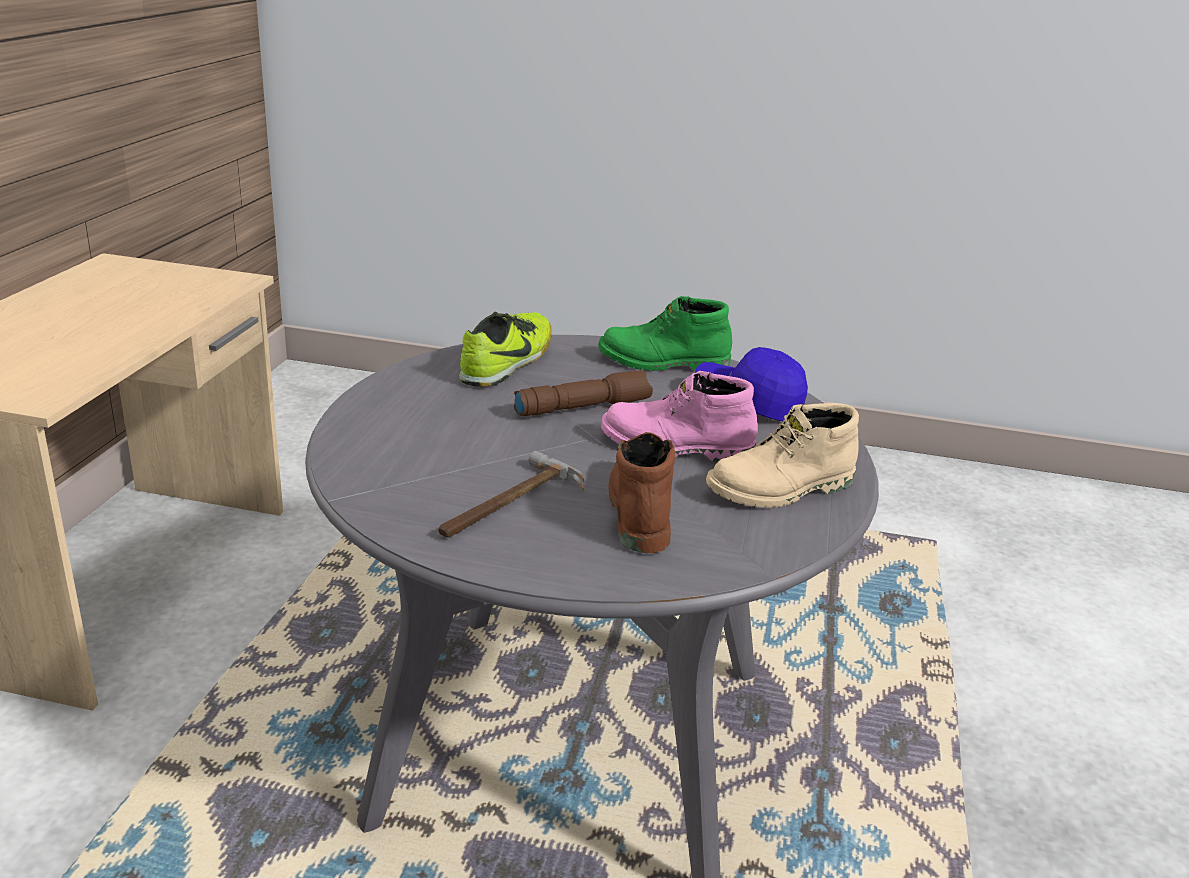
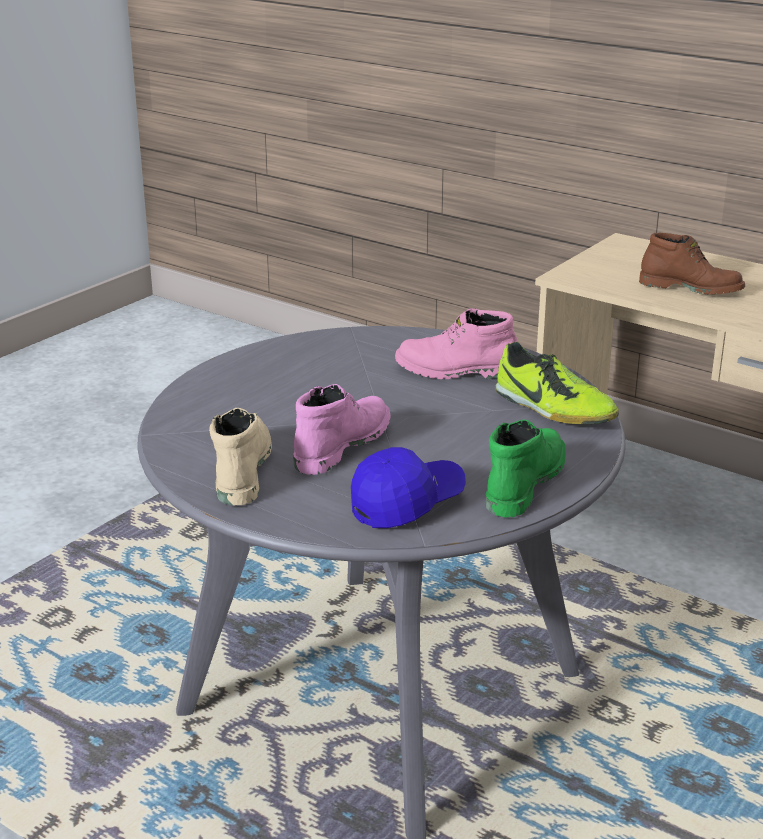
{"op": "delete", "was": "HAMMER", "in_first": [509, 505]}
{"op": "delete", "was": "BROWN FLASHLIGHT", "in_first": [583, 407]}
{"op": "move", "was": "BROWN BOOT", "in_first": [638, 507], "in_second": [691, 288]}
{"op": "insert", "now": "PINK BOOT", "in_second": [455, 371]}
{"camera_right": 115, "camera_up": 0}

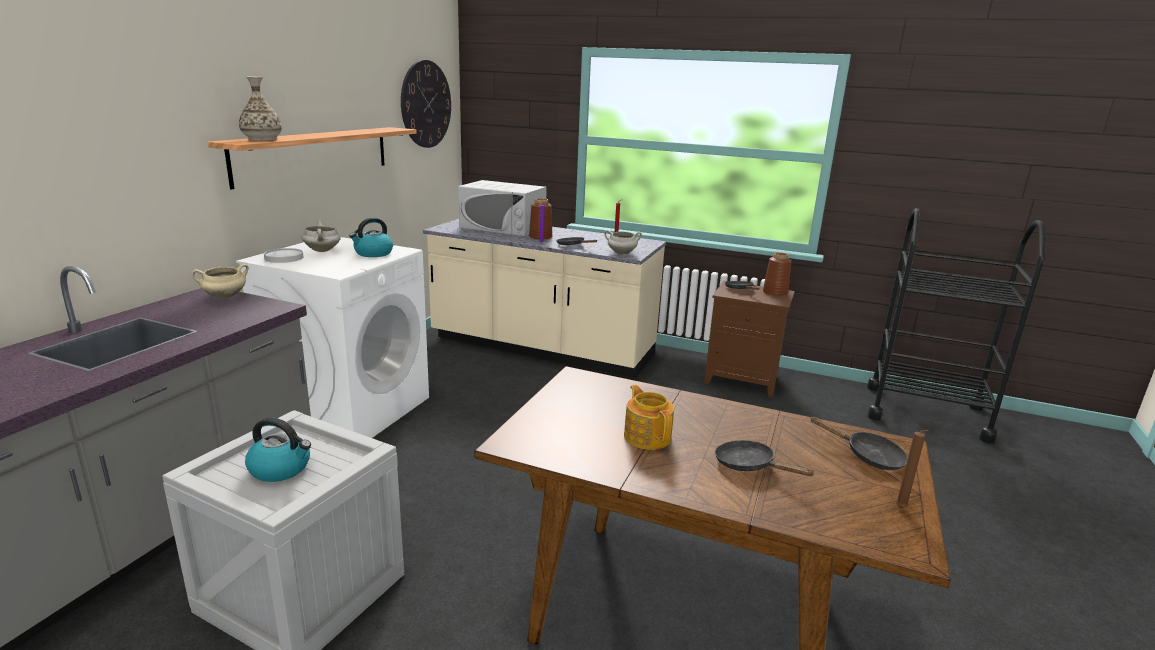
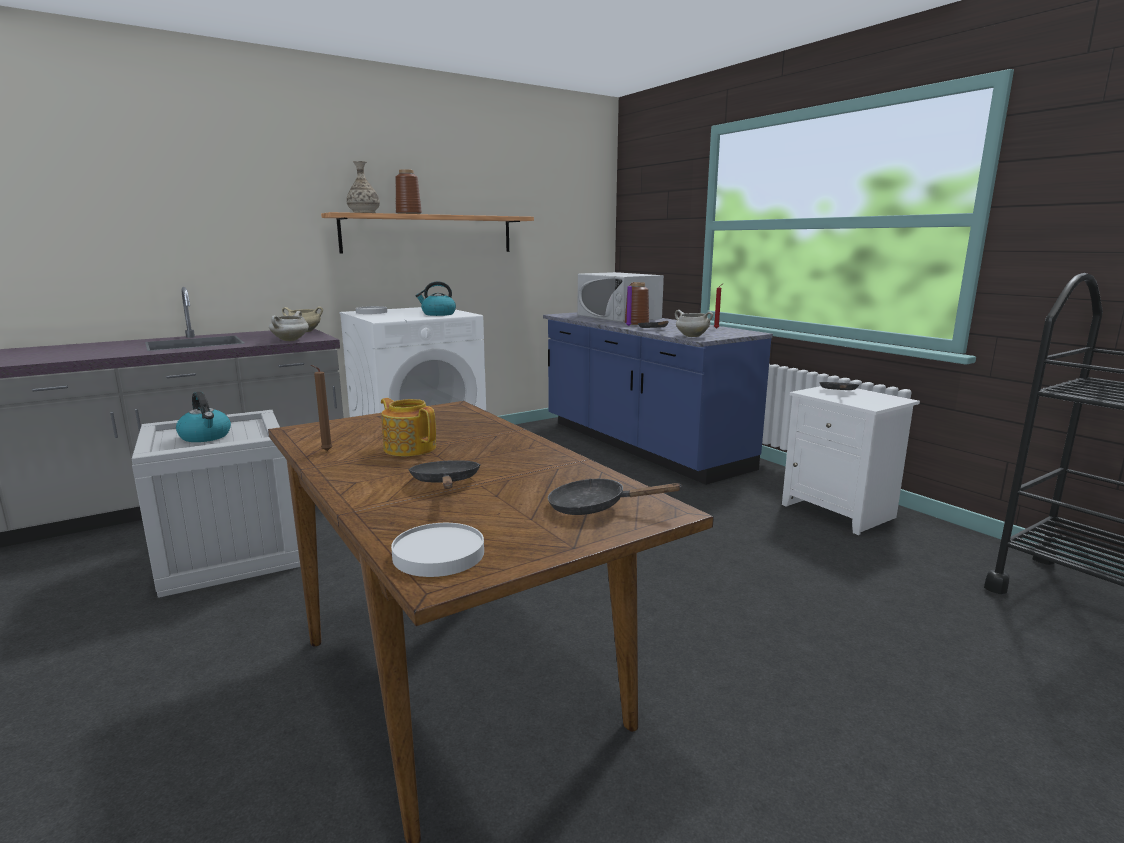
{"op": "move", "was": "WHITE COOKING POT", "in_first": [323, 251], "in_second": [290, 340]}
{"op": "delete", "was": "WALL CLOCK", "in_first": [426, 104]}
{"op": "recolor", "was": "BEIGE COUNTER", "now": "BLUE COUNTER", "in_first": [541, 347], "in_second": [640, 445]}
{"op": "rotate", "was": "TEAPOT", "in_first": [647, 436], "in_second": [410, 448], "clockwise": -60}
{"op": "recolor", "was": "BROWN NIGHTSTAND", "now": "WHITE NIGHTSTAND", "in_first": [743, 379], "in_second": [841, 511]}
{"op": "move", "was": "BROWN VASE", "in_first": [775, 293], "in_second": [409, 214]}
{"op": "rotate", "was": "BLACK FRYING PAN", "in_first": [868, 456], "in_second": [595, 507], "clockwise": 120}
{"op": "move", "was": "BROWN CANDLE", "in_first": [901, 509], "in_second": [325, 451]}
{"op": "insert", "now": "WHITE PLATE", "in_second": [438, 554]}
{"camera_right": 35, "camera_up": -5}

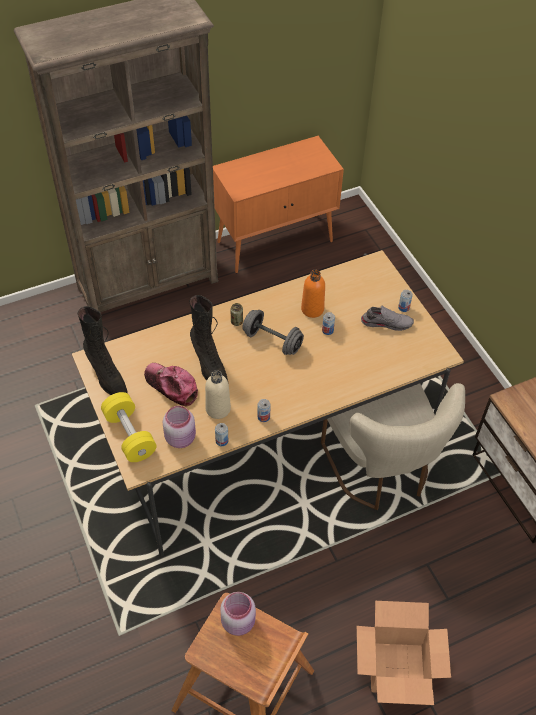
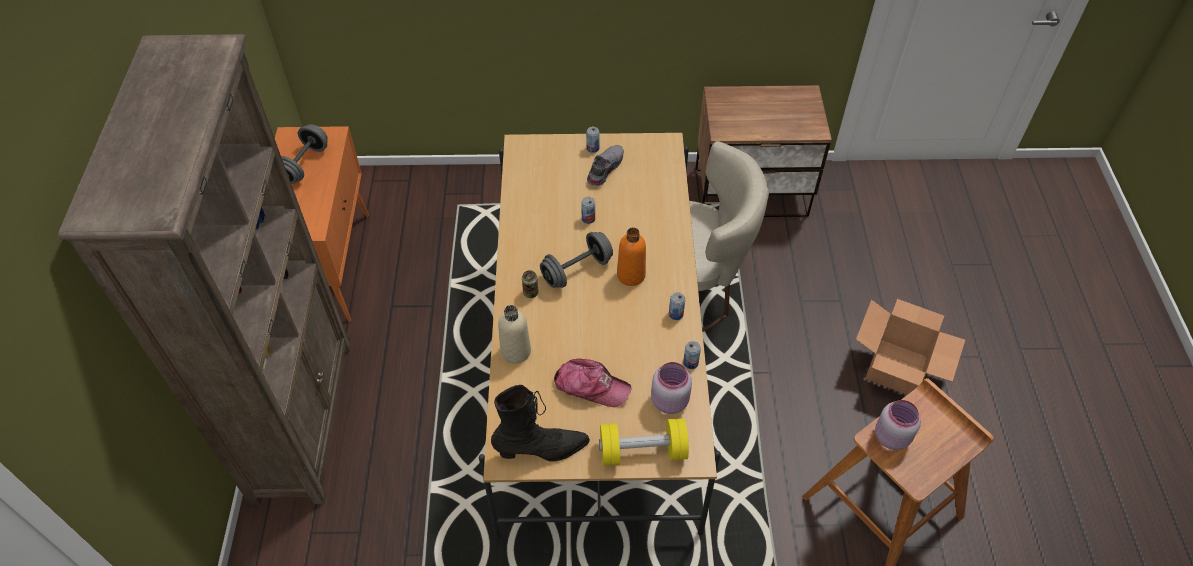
{"op": "rotate", "was": "CAP", "in_first": [171, 386], "in_second": [591, 386], "clockwise": -135}
{"op": "delete", "was": "BLACK BOOT", "in_first": [209, 366]}
{"op": "move", "was": "BEIGE BOTTLE", "in_first": [218, 409], "in_second": [515, 351]}
{"op": "move", "was": "ORANGE BOTTLE", "in_first": [312, 309], "in_second": [631, 275]}
{"op": "insert", "now": "GREY DUMBBELL", "in_second": [304, 164]}
{"camera_right": -65, "camera_up": 0}

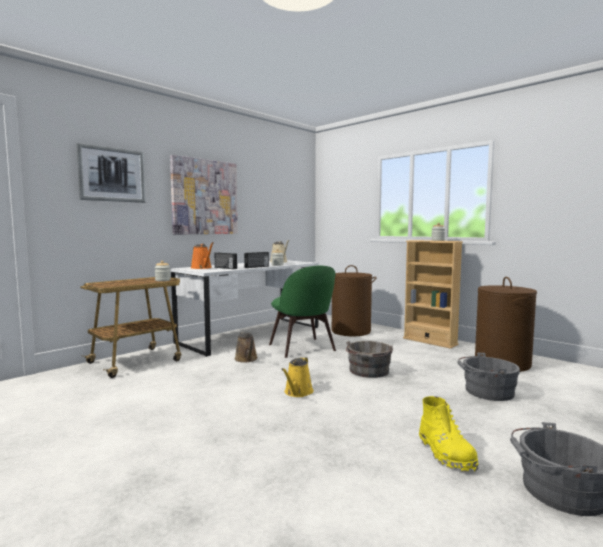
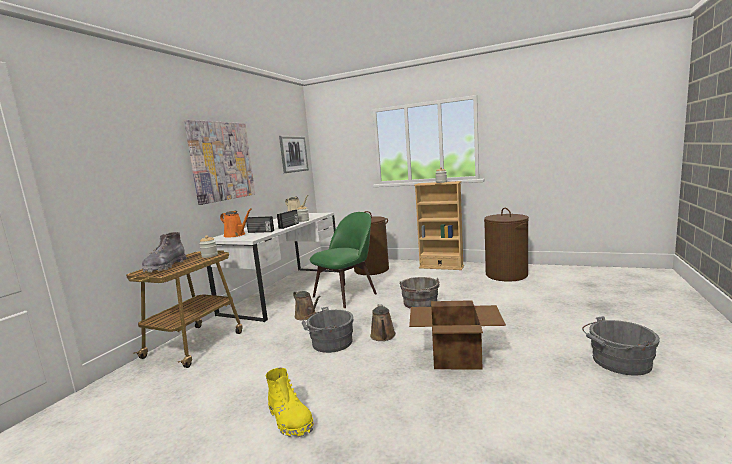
{"op": "move", "was": "PICTURE", "in_first": [112, 174], "in_second": [293, 154]}
{"op": "rotate", "was": "GREEN CHAIR", "in_first": [302, 348], "in_second": [346, 294], "clockwise": -90}
{"op": "recolor", "was": "YELLOW WATERING CAN", "now": "BROWN WATERING CAN", "in_first": [297, 392], "in_second": [383, 336]}
{"op": "move", "was": "YELLOW BOOT", "in_first": [446, 454], "in_second": [290, 419]}
{"op": "move", "was": "GREY BUCKET", "in_first": [486, 391], "in_second": [329, 343]}
{"op": "insert", "now": "GREY BOOT", "in_second": [165, 266]}
{"op": "insert", "now": "CARDBOARD BOX", "in_second": [456, 356]}
{"camera_right": -20, "camera_up": 5}

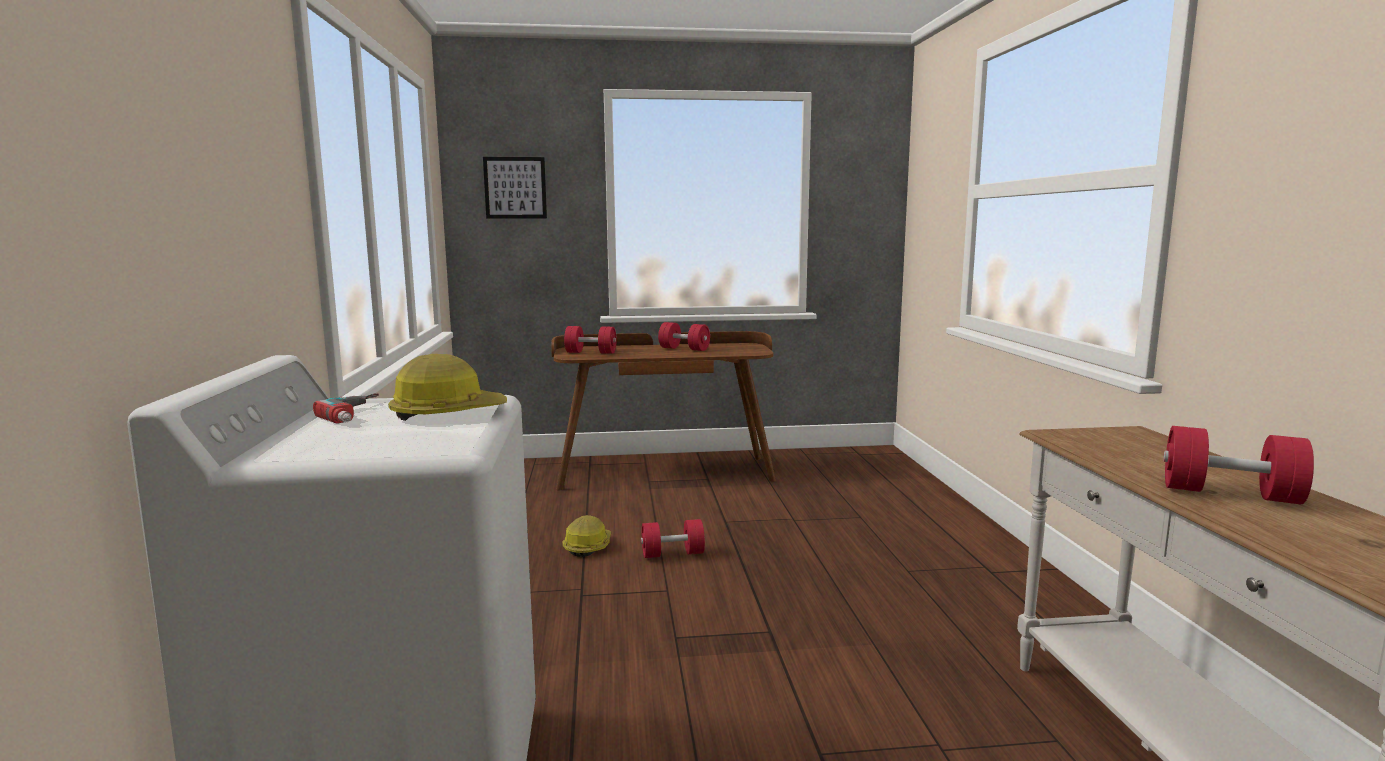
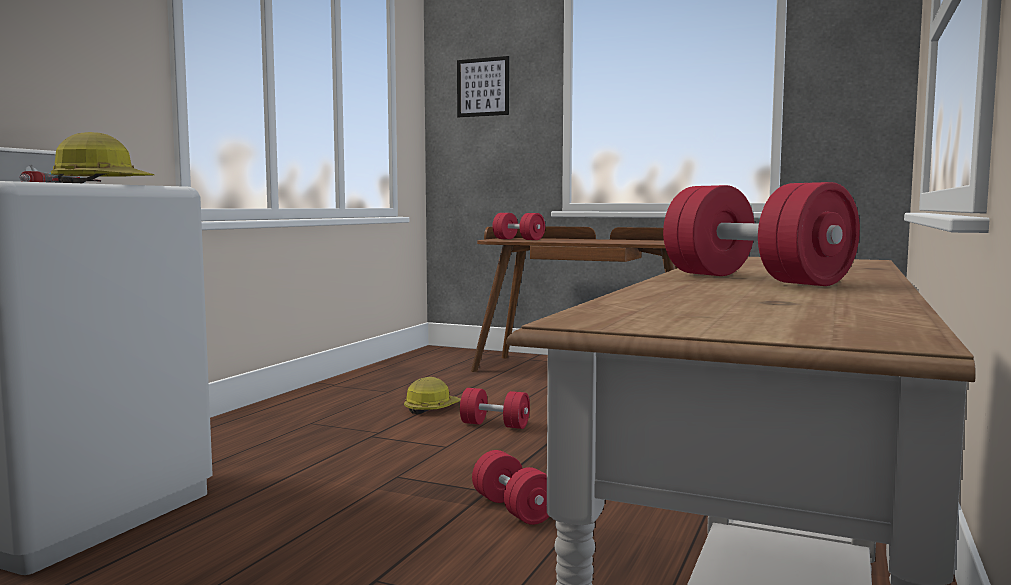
{"op": "move", "was": "RED DUMBBELL", "in_first": [684, 349], "in_second": [514, 509]}
{"camera_right": 30, "camera_up": -5}

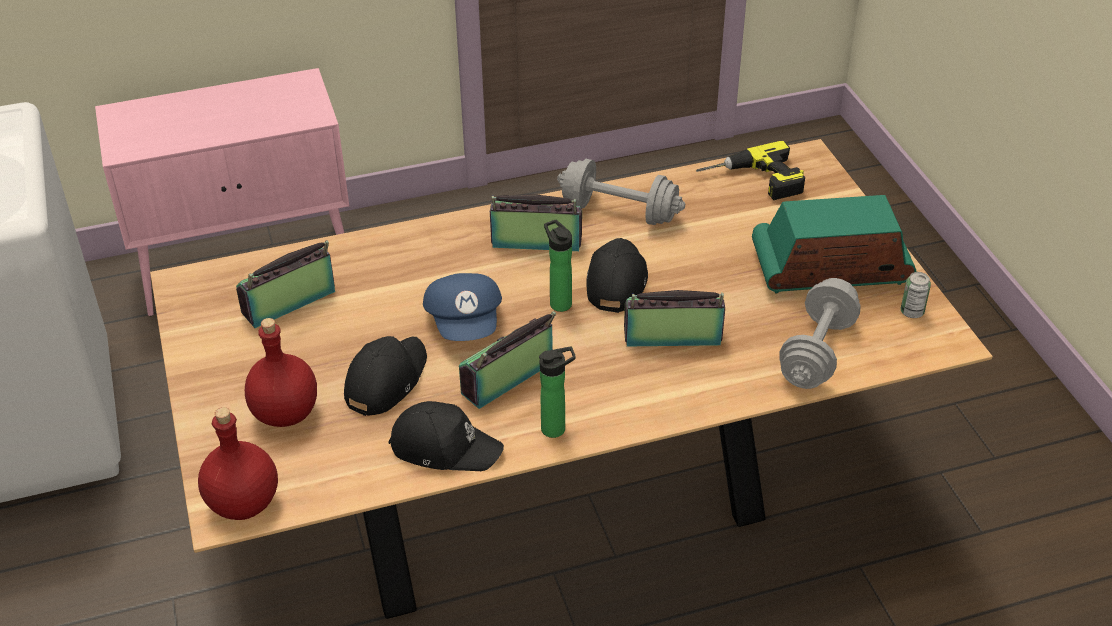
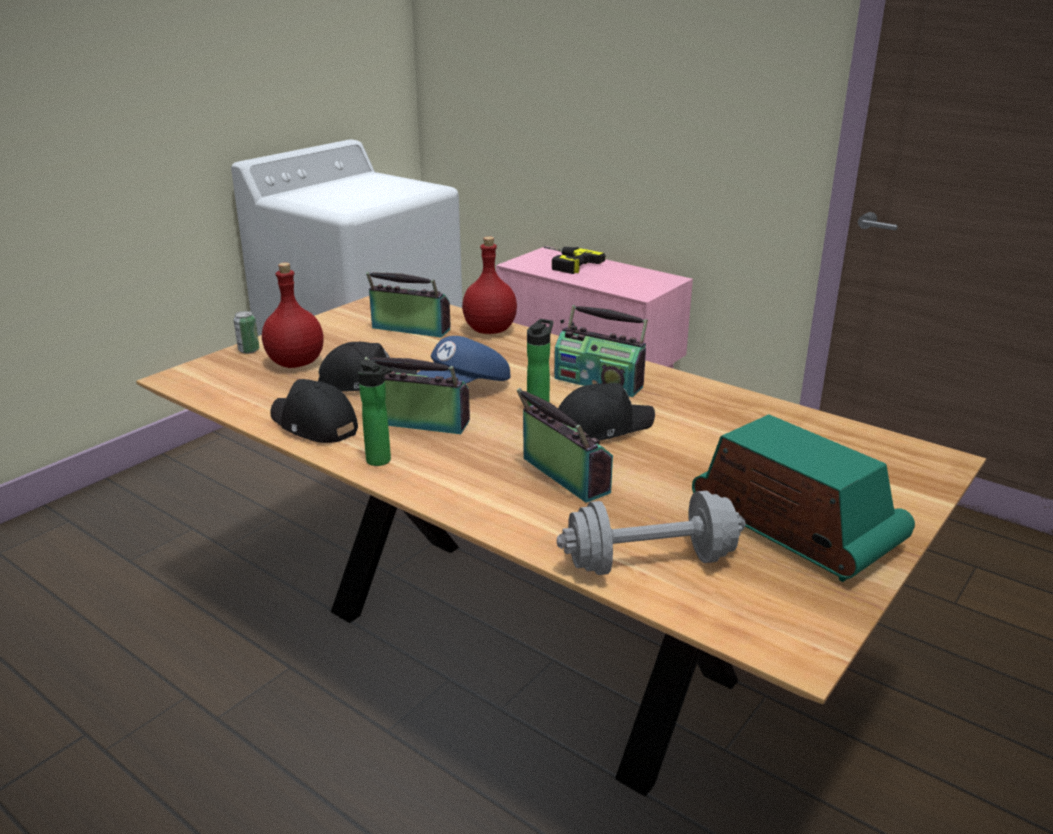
{"op": "move", "was": "RED BOTTLE", "in_first": [245, 503], "in_second": [491, 330]}
{"op": "rotate", "was": "BLACK CAP", "in_first": [444, 447], "in_second": [313, 425], "clockwise": 150}
{"op": "rotate", "was": "RADIO", "in_first": [536, 243], "in_second": [599, 382], "clockwise": 150}
{"op": "delete", "was": "GREY DUMBBELL", "in_first": [619, 211]}
{"op": "move", "was": "POWER DRILL", "in_first": [752, 182], "in_second": [563, 263]}
{"op": "move", "was": "CAN", "in_first": [912, 312], "in_second": [249, 350]}
{"camera_right": 55, "camera_up": -15}

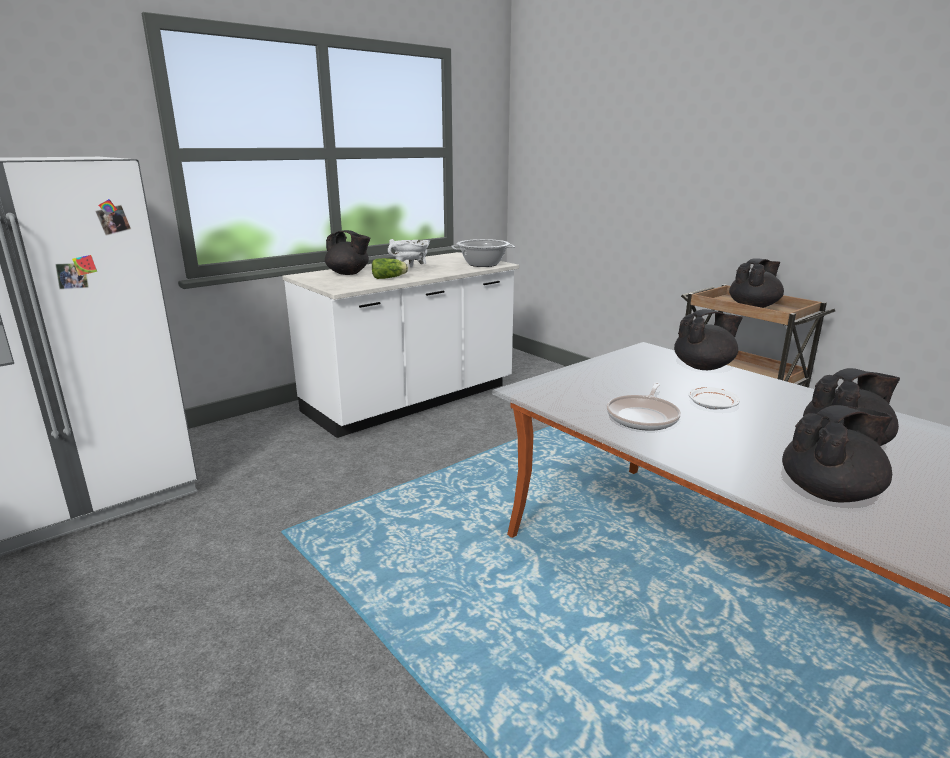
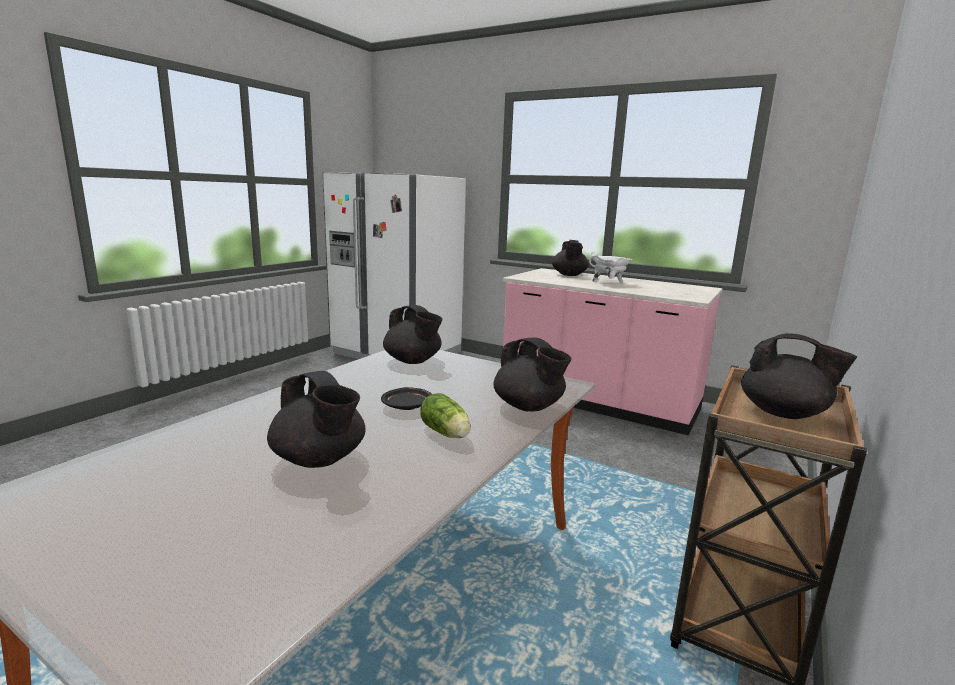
{"op": "recolor", "was": "WHITE COUNTER", "now": "PINK COUNTER", "in_first": [411, 400], "in_second": [598, 402]}
{"op": "move", "was": "LETTUCE", "in_first": [390, 278], "in_second": [447, 434]}
{"op": "delete", "was": "COOKING POT", "in_first": [483, 264]}
{"op": "delete", "was": "FRYING PAN", "in_first": [643, 417]}
{"op": "recolor", "was": "WHITE PLATE", "now": "BLACK PLATE", "in_first": [712, 405], "in_second": [407, 406]}
{"op": "move", "was": "BLACK TEAPOT", "in_first": [830, 492], "in_second": [413, 361]}
{"camera_right": 70, "camera_up": -5}

